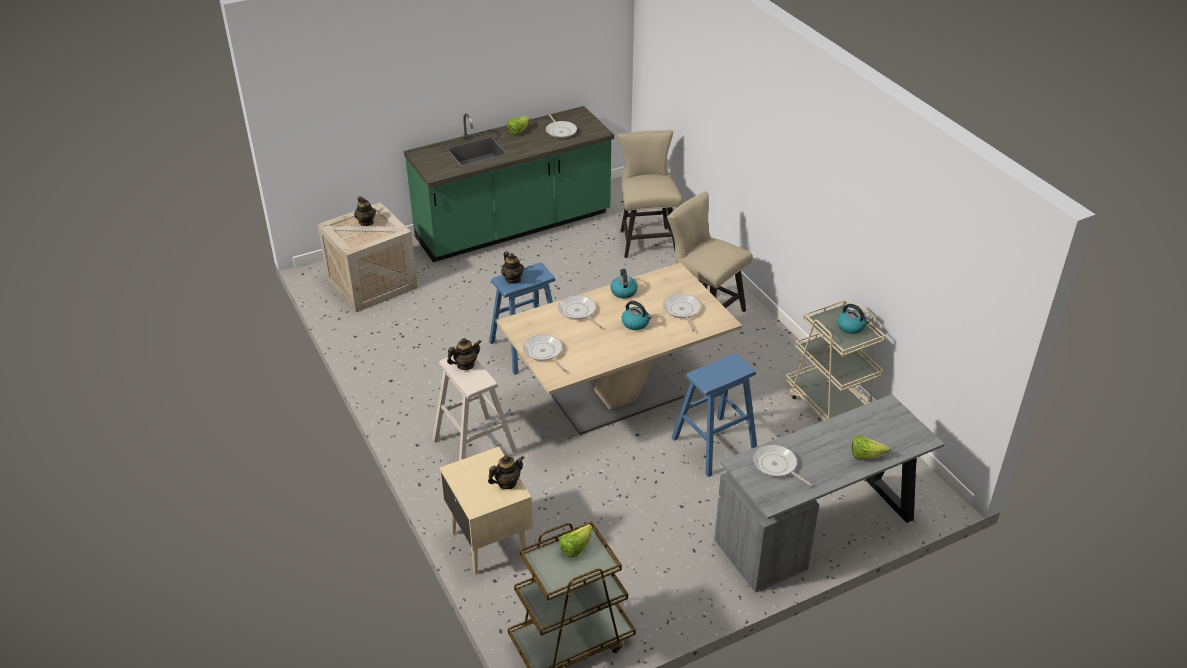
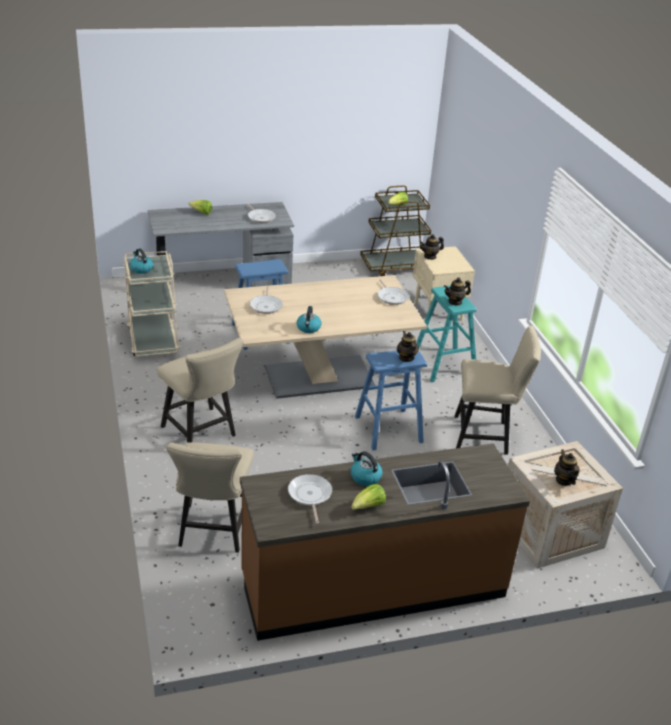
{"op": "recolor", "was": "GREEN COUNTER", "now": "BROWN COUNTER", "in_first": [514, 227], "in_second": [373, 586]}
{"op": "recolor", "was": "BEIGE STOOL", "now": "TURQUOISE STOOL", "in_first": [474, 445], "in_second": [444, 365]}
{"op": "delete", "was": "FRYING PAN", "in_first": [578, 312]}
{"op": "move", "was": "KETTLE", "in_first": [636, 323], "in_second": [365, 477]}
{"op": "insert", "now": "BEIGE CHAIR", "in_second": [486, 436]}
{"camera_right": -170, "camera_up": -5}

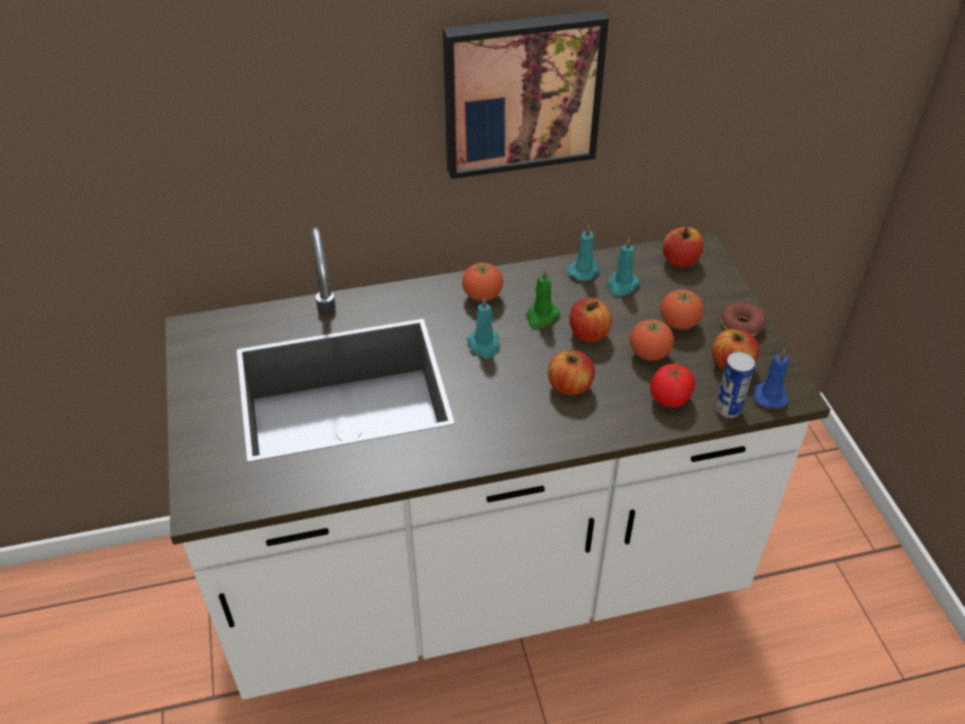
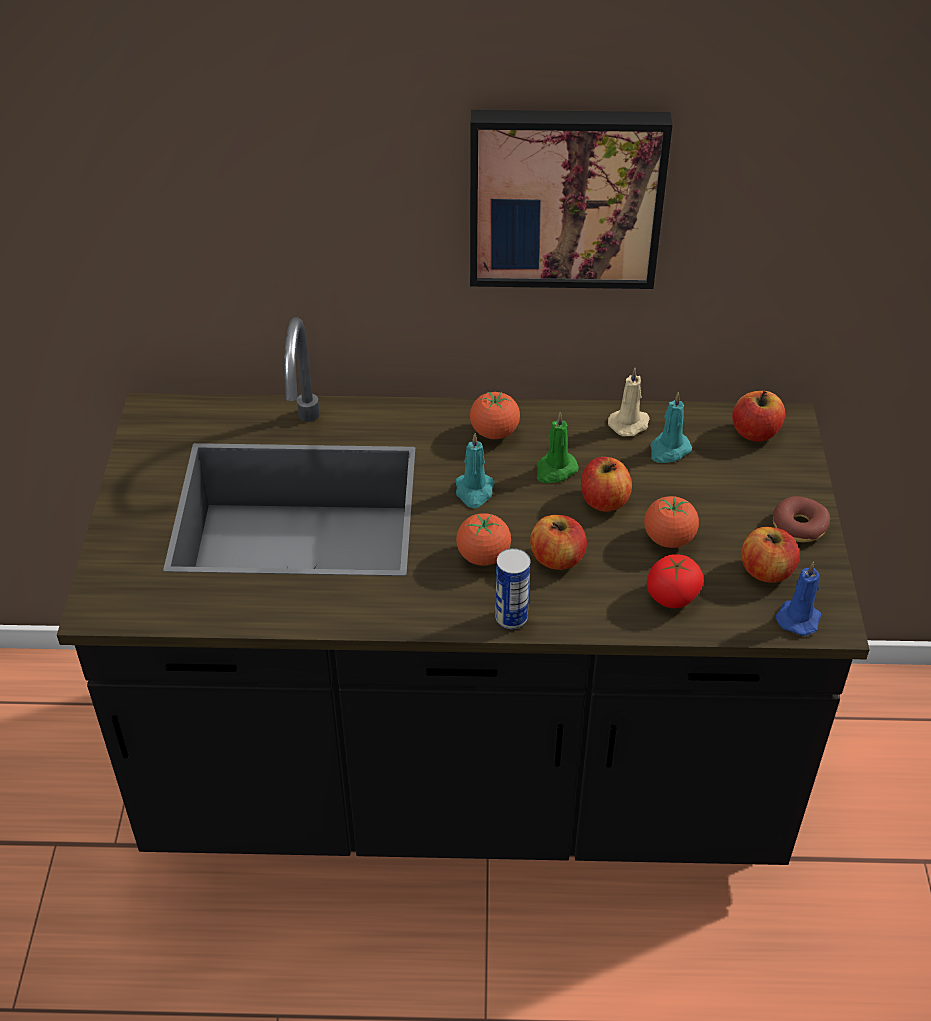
{"op": "recolor", "was": "WHITE COUNTER", "now": "BLACK COUNTER", "in_first": [482, 574], "in_second": [465, 776]}
{"op": "recolor", "was": "TURQUOISE CANDLE", "now": "BEIGE CANDLE", "in_first": [584, 270], "in_second": [630, 423]}
{"op": "move", "was": "TOMATO", "in_first": [679, 323], "in_second": [483, 556]}
{"op": "move", "was": "CAN", "in_first": [728, 409], "in_second": [511, 618]}
{"camera_right": 15, "camera_up": 0}

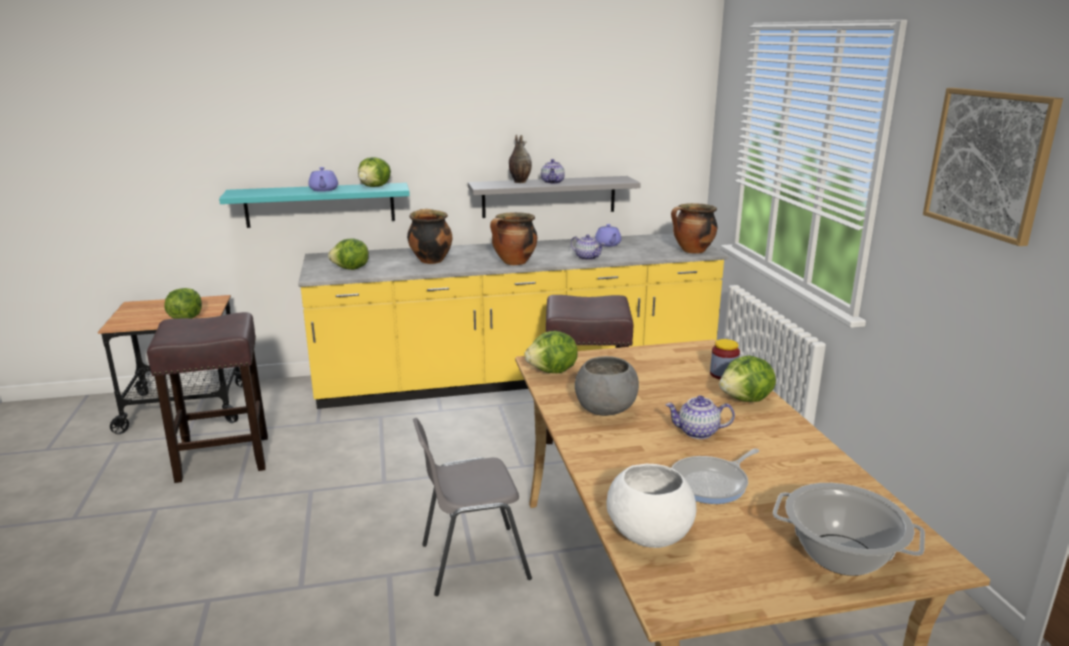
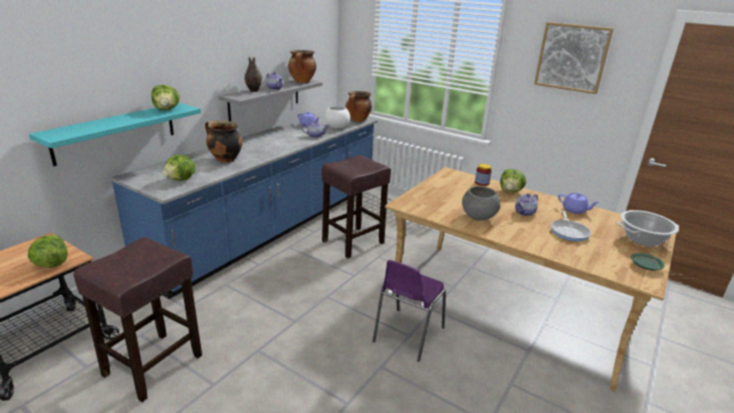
{"op": "recolor", "was": "YELLOW COUNTER", "now": "BLUE COUNTER", "in_first": [517, 378], "in_second": [273, 227]}
{"op": "move", "was": "PURPLE TEAPOT", "in_first": [323, 190], "in_second": [575, 210]}
{"op": "recolor", "was": "GREY CHAIR", "now": "PURPLE CHAIR", "in_first": [471, 561], "in_second": [407, 335]}
{"op": "move", "was": "COOKING POT", "in_first": [514, 263], "in_second": [302, 82]}
{"op": "delete", "was": "LETTUCE", "in_first": [553, 372]}
{"op": "move", "was": "WHITE BOWL", "in_first": [649, 536], "in_second": [337, 127]}
{"op": "insert", "now": "GREEN PLATE", "in_second": [645, 266]}
{"camera_right": -45, "camera_up": 5}

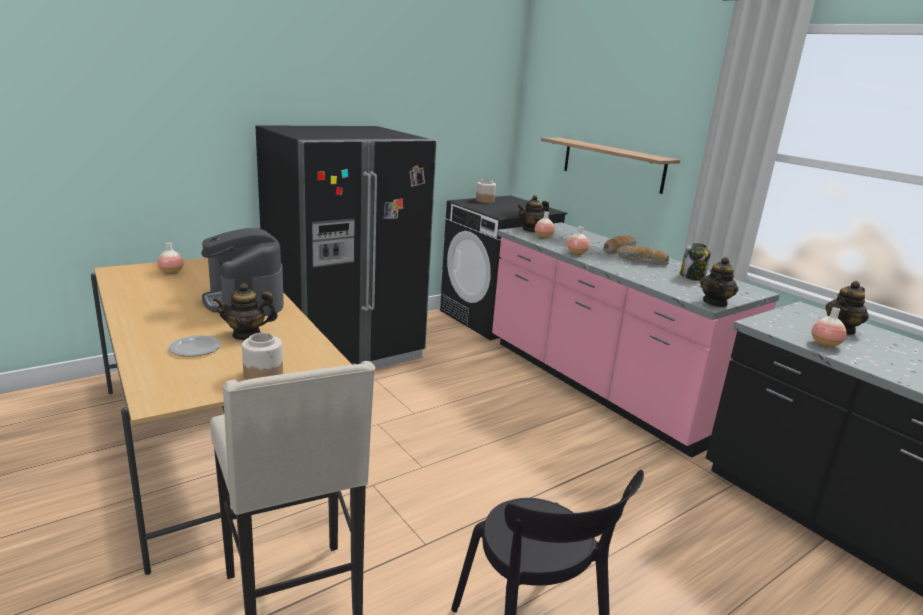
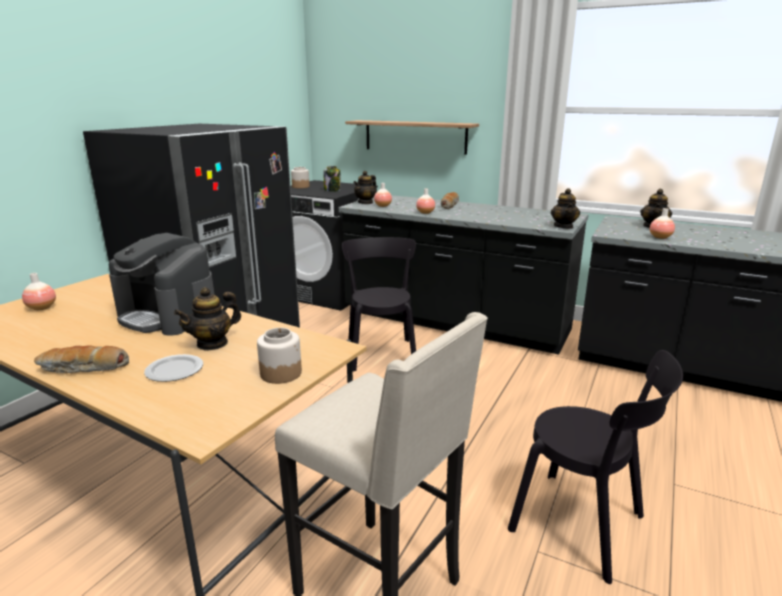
{"op": "recolor", "was": "PINK COUNTER", "now": "BLACK COUNTER", "in_first": [600, 385], "in_second": [454, 322]}
{"op": "move", "was": "BREAD", "in_first": [641, 261], "in_second": [83, 369]}
{"op": "move", "was": "JAR", "in_first": [692, 277], "in_second": [332, 190]}
{"op": "insert", "now": "BLACK CHAIR", "in_second": [381, 353]}
{"camera_right": -25, "camera_up": 0}

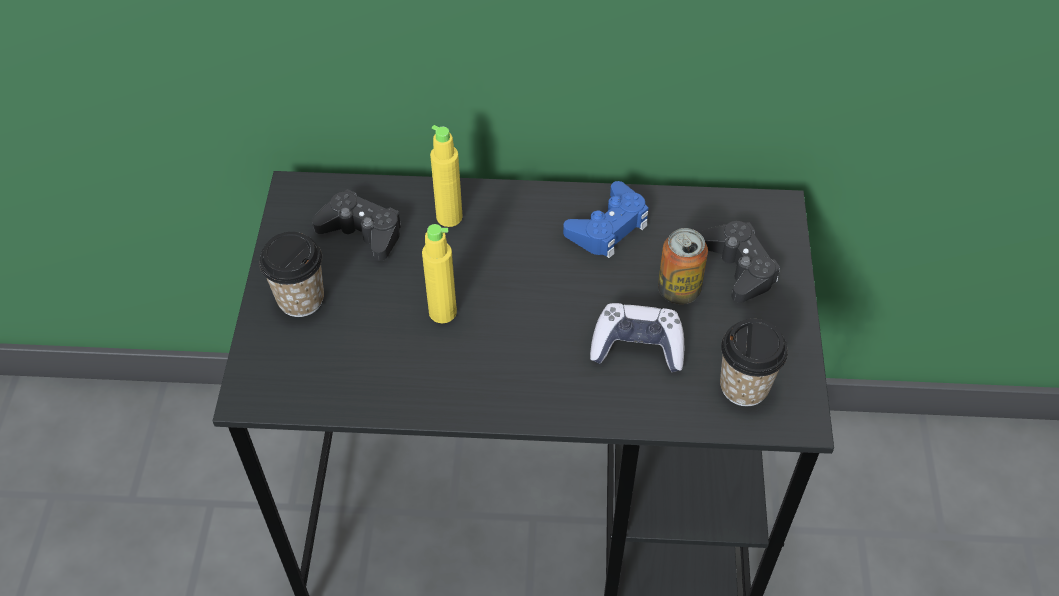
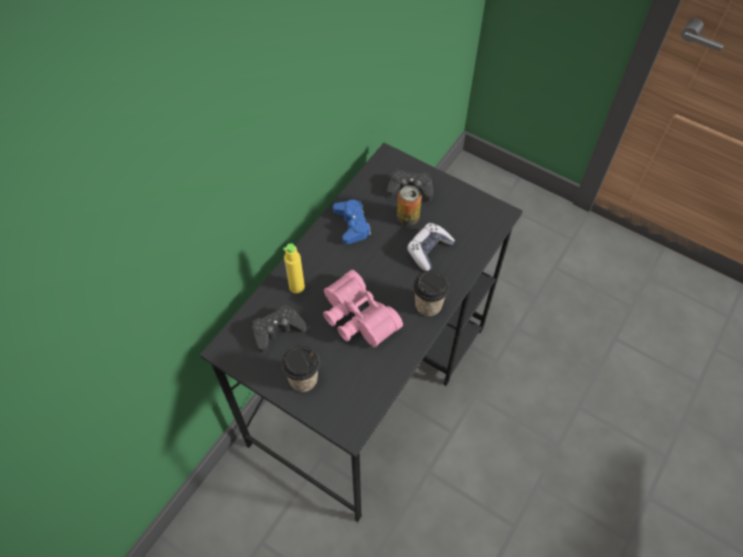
{"op": "replace", "was": "YELLOW BOTTLE", "now": "PINK BINOCULARS", "in_first": [442, 312], "in_second": [356, 318]}
{"op": "move", "was": "CUP", "in_first": [744, 386], "in_second": [428, 305]}
{"camera_right": -60, "camera_up": 5}

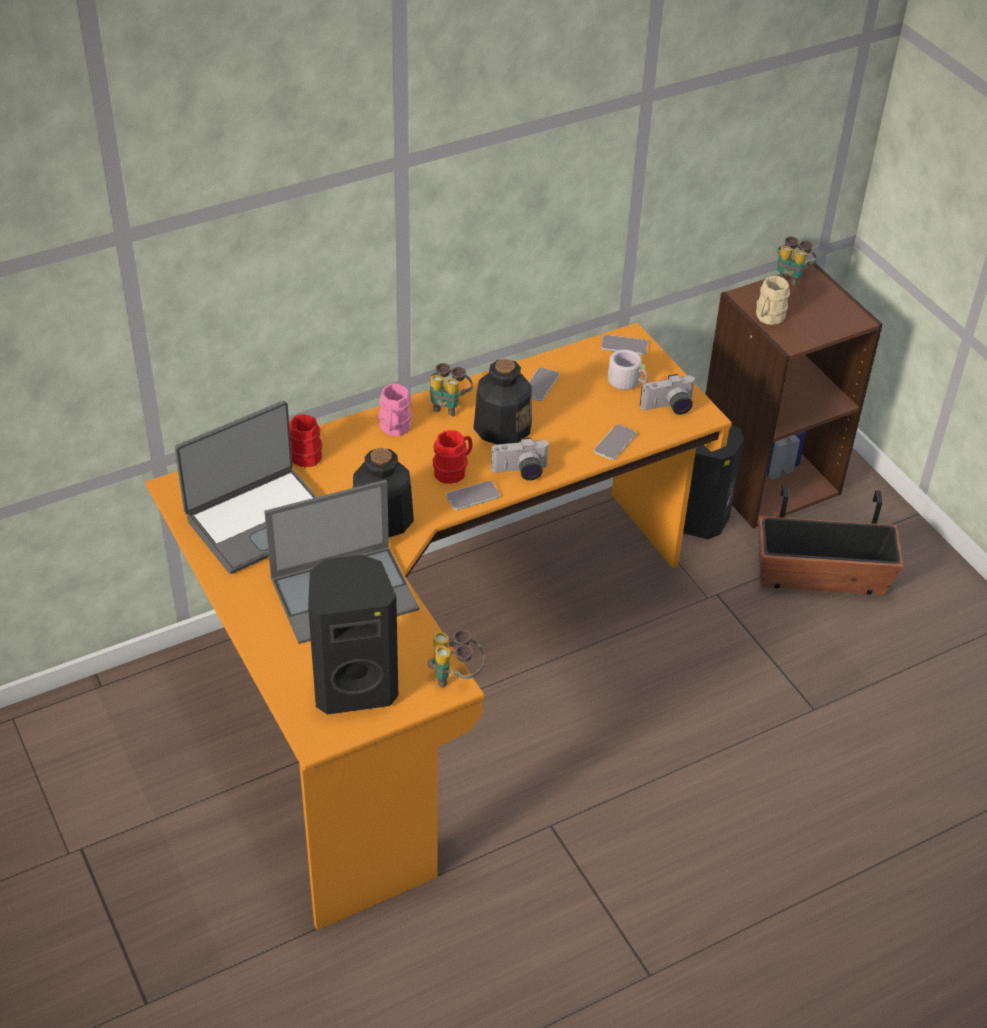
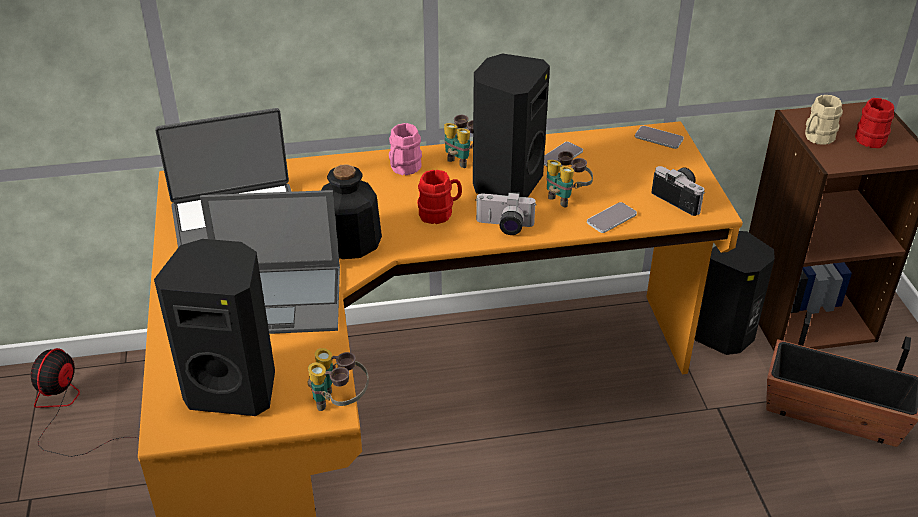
{"op": "move", "was": "RED MUG", "in_first": [305, 452], "in_second": [869, 137]}
{"op": "delete", "was": "PHONE", "in_first": [473, 496]}
{"op": "replace", "was": "BOTTLE", "now": "BLACK SPEAKER", "in_first": [501, 426], "in_second": [505, 185]}
{"op": "delete", "was": "GREY MUG", "in_first": [628, 381]}
{"op": "rotate", "was": "PHOTO CAMERA", "in_first": [669, 408], "in_second": [681, 198], "clockwise": -135}
{"op": "move", "was": "BINOCULARS", "in_first": [791, 276], "in_second": [565, 197]}
{"op": "insert", "now": "FAN", "in_second": [67, 411]}
{"camera_right": 20, "camera_up": -5}

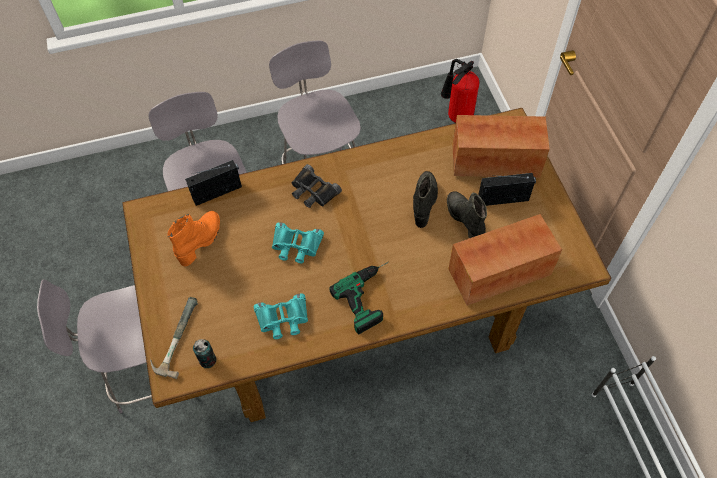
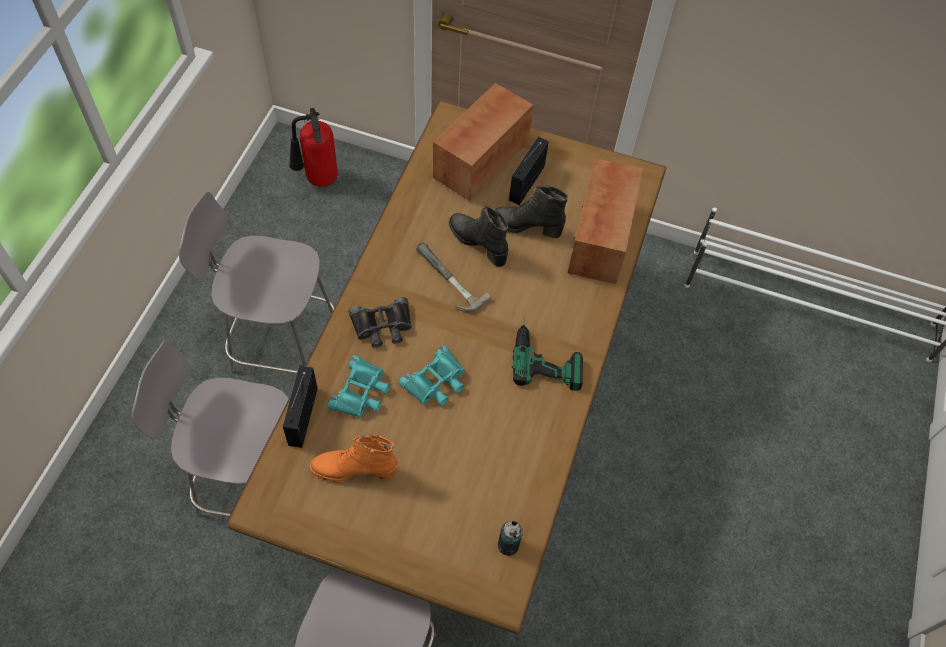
{"op": "move", "was": "HAMMER", "in_first": [174, 337], "in_second": [445, 281]}
{"op": "rotate", "was": "ORANGE BOOT", "in_first": [200, 241], "in_second": [354, 469], "clockwise": -60}
{"op": "move", "was": "TURQUOISE BINOCULARS", "in_first": [283, 319], "in_second": [361, 392]}
{"camera_right": -60, "camera_up": 0}

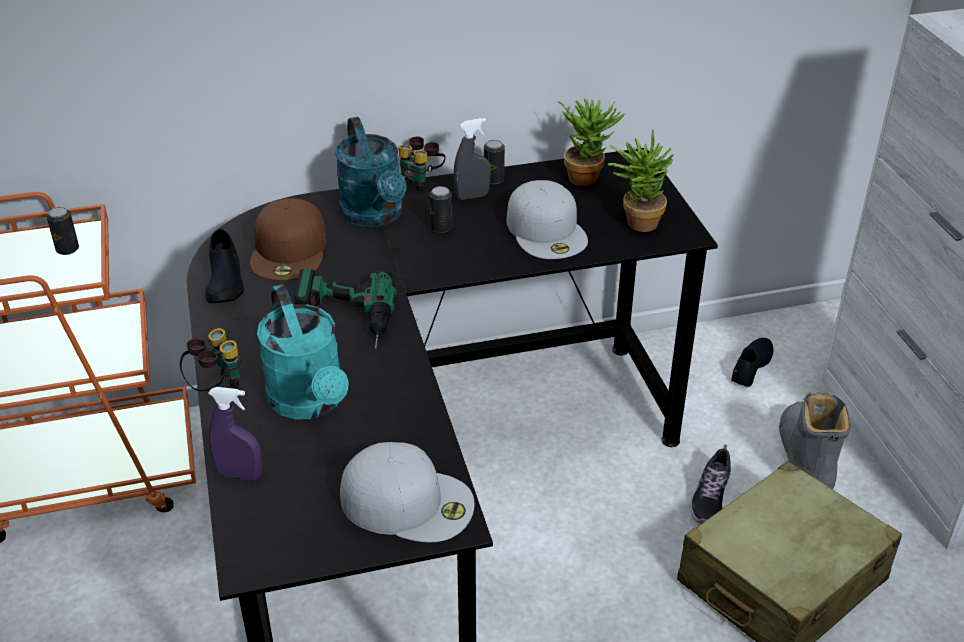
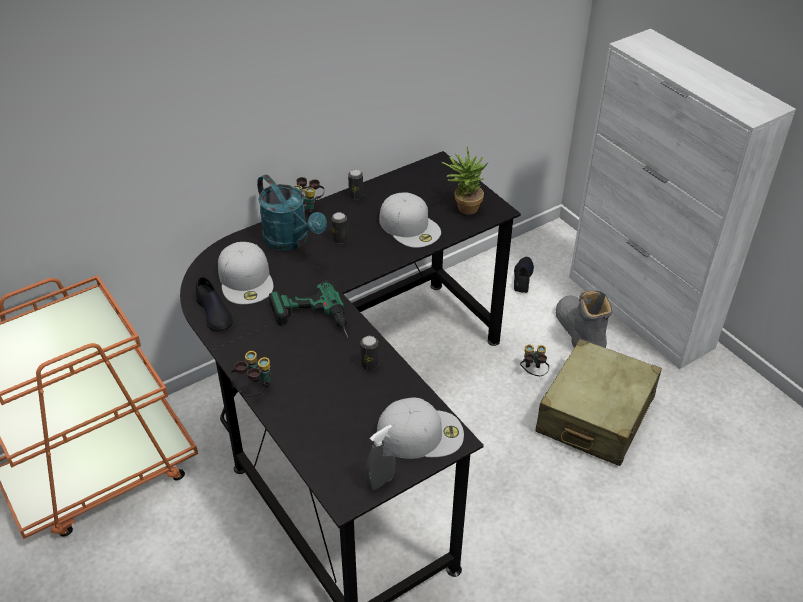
{"op": "move", "was": "CAN", "in_first": [67, 249], "in_second": [369, 364]}
{"op": "delete", "was": "PURPLE SPRAY BOTTLE", "in_first": [240, 475]}
{"op": "recolor", "was": "BROWN CAP", "now": "WHITE CAP", "in_first": [290, 250], "in_second": [246, 279]}
{"op": "delete", "was": "TURQUOISE WATERING CAN", "in_first": [311, 403]}
{"op": "move", "was": "GREY SPRAY BOTTLE", "in_first": [472, 196], "in_second": [380, 482]}
{"op": "delete", "was": "POTTED PLANT", "in_first": [587, 176]}
{"op": "replace", "was": "SHOE", "now": "BINOCULARS", "in_first": [710, 497], "in_second": [532, 372]}
{"camera_right": -20, "camera_up": 5}

